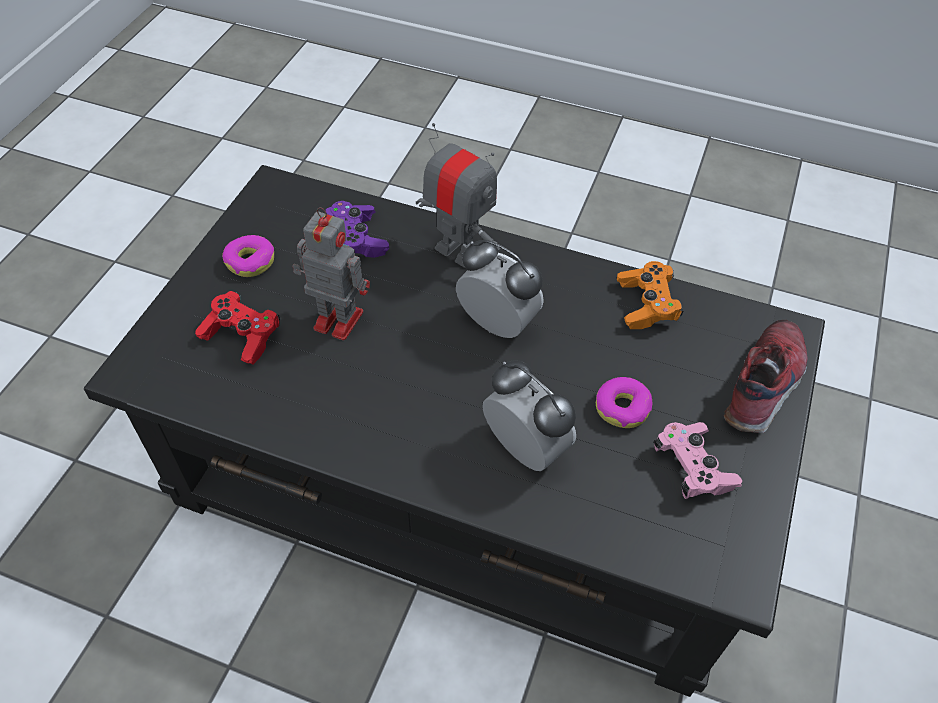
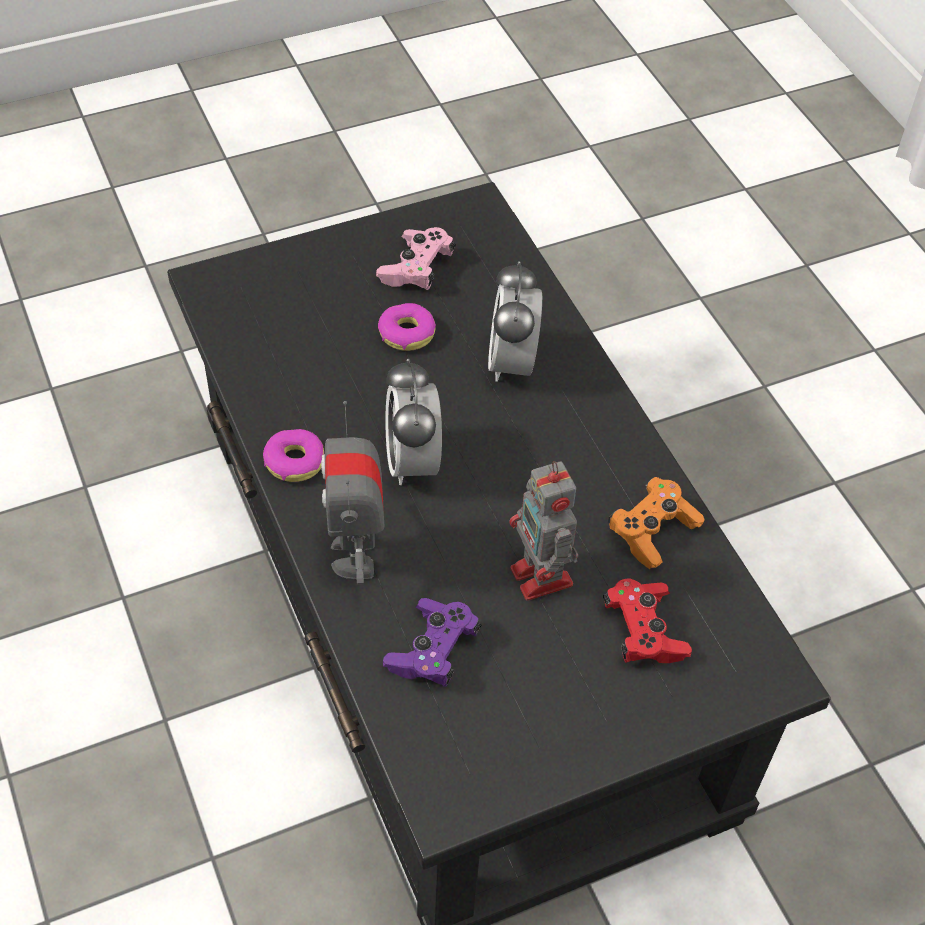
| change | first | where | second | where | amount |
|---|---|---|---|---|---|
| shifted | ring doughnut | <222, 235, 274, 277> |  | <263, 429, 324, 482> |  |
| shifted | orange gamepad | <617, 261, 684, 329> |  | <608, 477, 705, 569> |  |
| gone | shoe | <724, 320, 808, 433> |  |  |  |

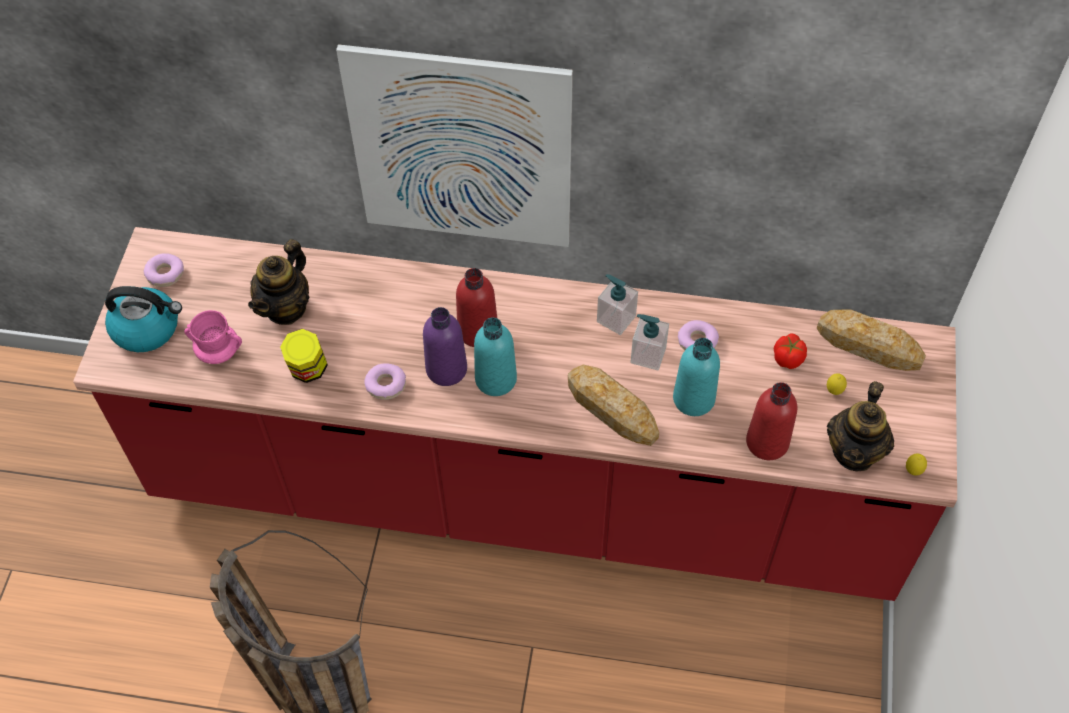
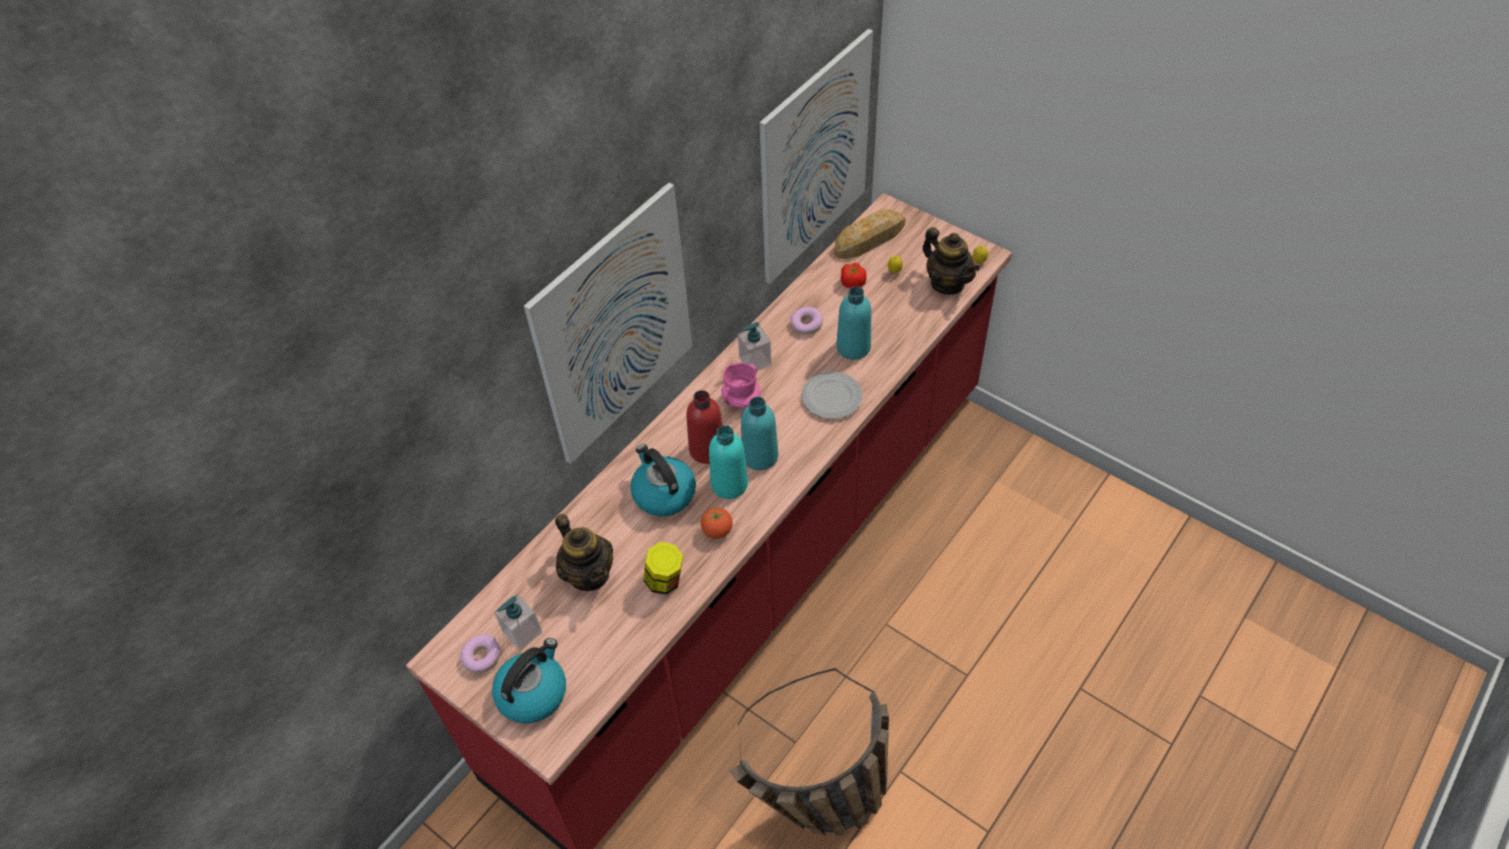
| change | first | where | second | where | amount |
|---|---|---|---|---|---|
| repainted | purple bottle | <423, 307, 467, 386> | turquoise bottle | <709, 425, 748, 499> |  |
| shifted | pinkish tea mug | <184, 310, 242, 364> |  | <721, 363, 761, 408> |  |
| shifted | soap bottle | <630, 314, 669, 370> |  | <494, 594, 542, 650> |  |
| swapped | ring doughnut | <364, 363, 406, 400> | tomato | <701, 508, 733, 539> |  |
| swapped | bread | <568, 365, 659, 446> | plate | <802, 372, 862, 419> |  |
| gone | red bottle | <746, 382, 797, 460> |  |  |  |
| new |  |  | wall art | <760, 29, 873, 284> |  |
| new |  |  | water kettle | <630, 444, 696, 516> |  |

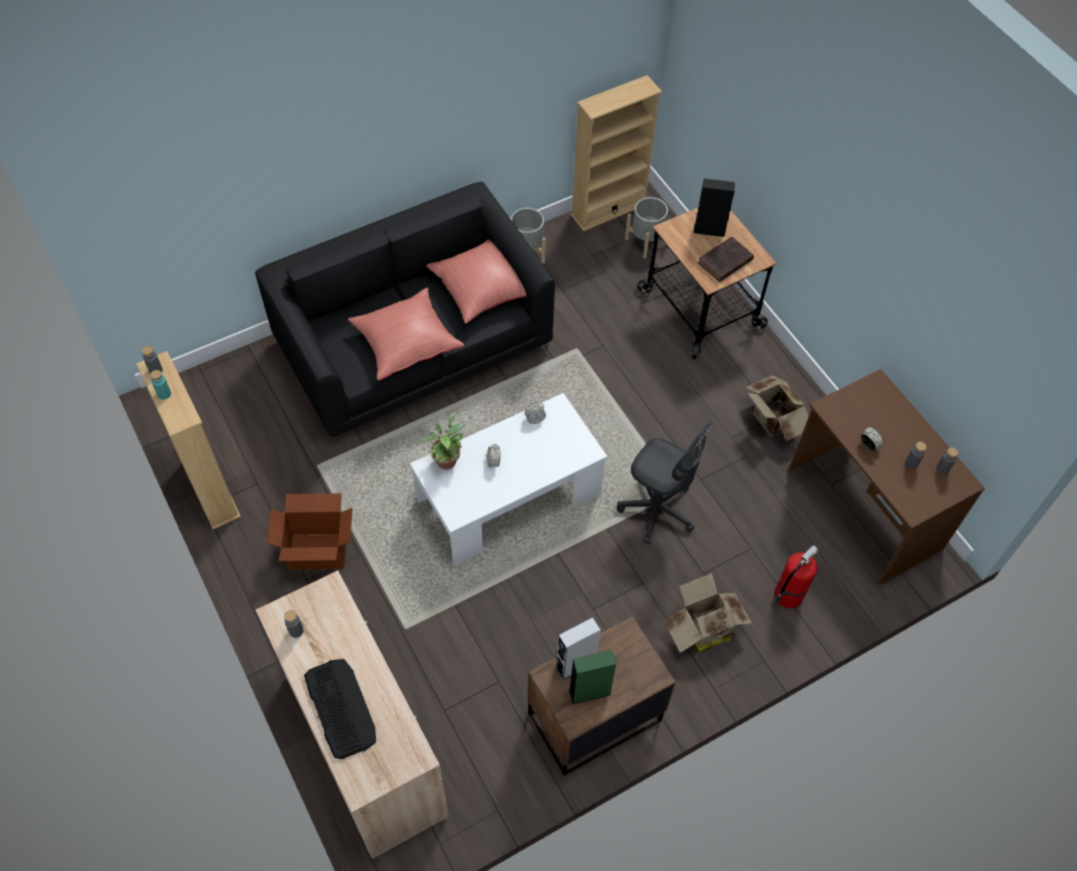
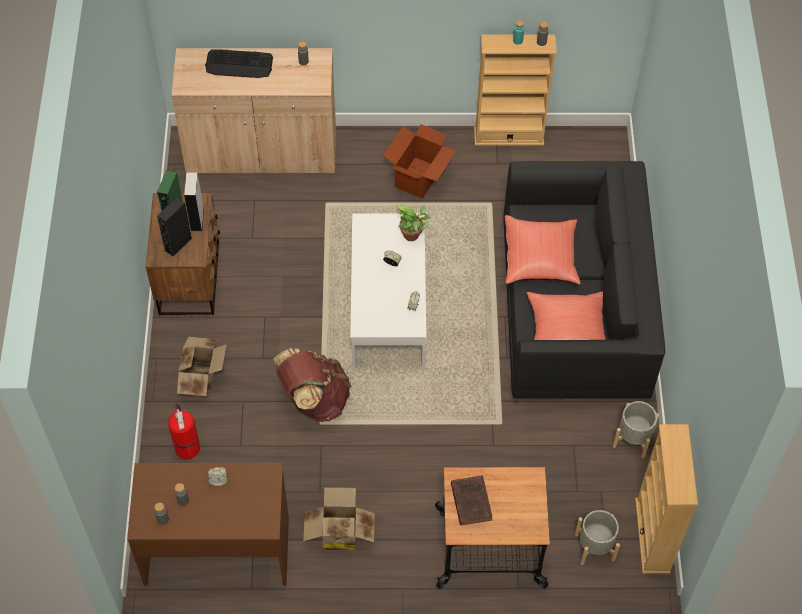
| change | first | where | second | where | amount |
|---|---|---|---|---|---|
| shifted | black loudspeaker | <694, 179, 735, 237> |  | <157, 197, 192, 257> |  |
| swapped | greyish office chair | <617, 423, 713, 544> | brown-coloured backpack | <273, 348, 351, 422> |  |

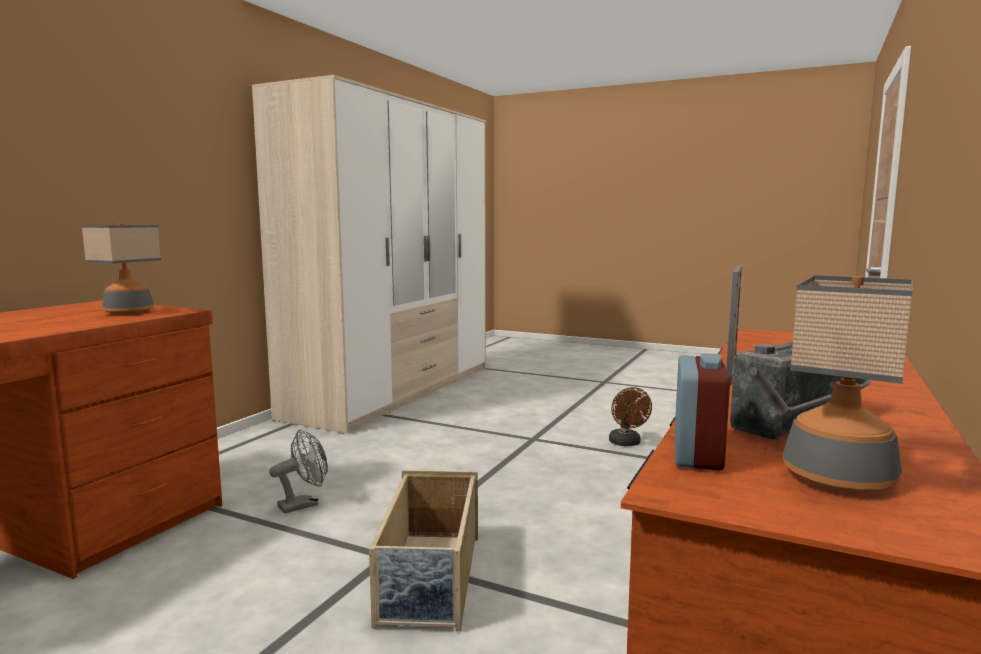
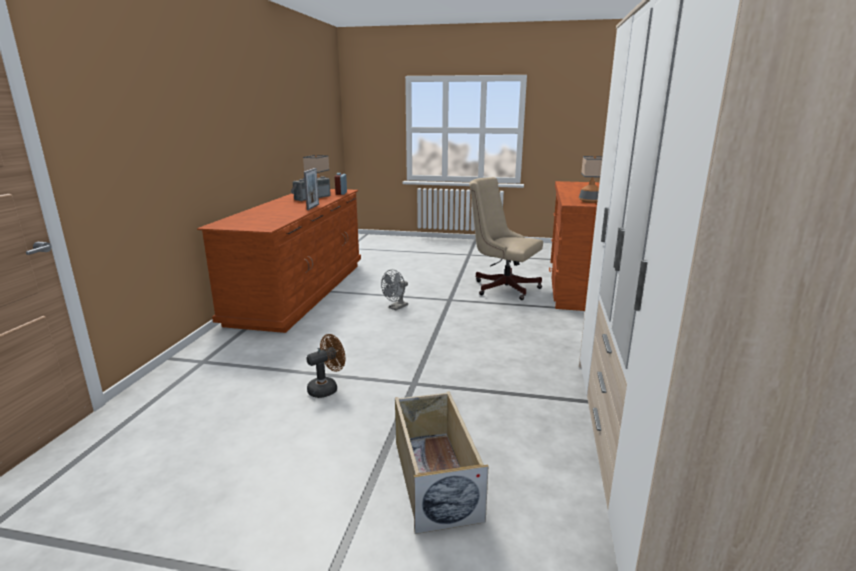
| change | first | where | second | where | amount |
|---|---|---|---|---|---|
| rotated | brown-coloured electric fan | <609, 387, 652, 446> |  | <306, 334, 345, 398> | 75 degrees clockwise |
| shifted | greyish electric fan | <269, 430, 328, 514> |  | <381, 270, 408, 310> |  |
| shifted | beige storage bin | <369, 470, 478, 632> |  | <395, 391, 488, 534> |  |
| new |  |  | beige office chair | <469, 177, 543, 300> |  |

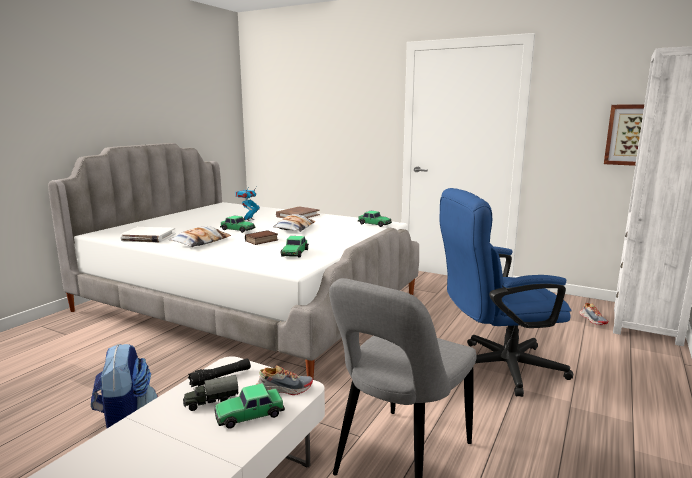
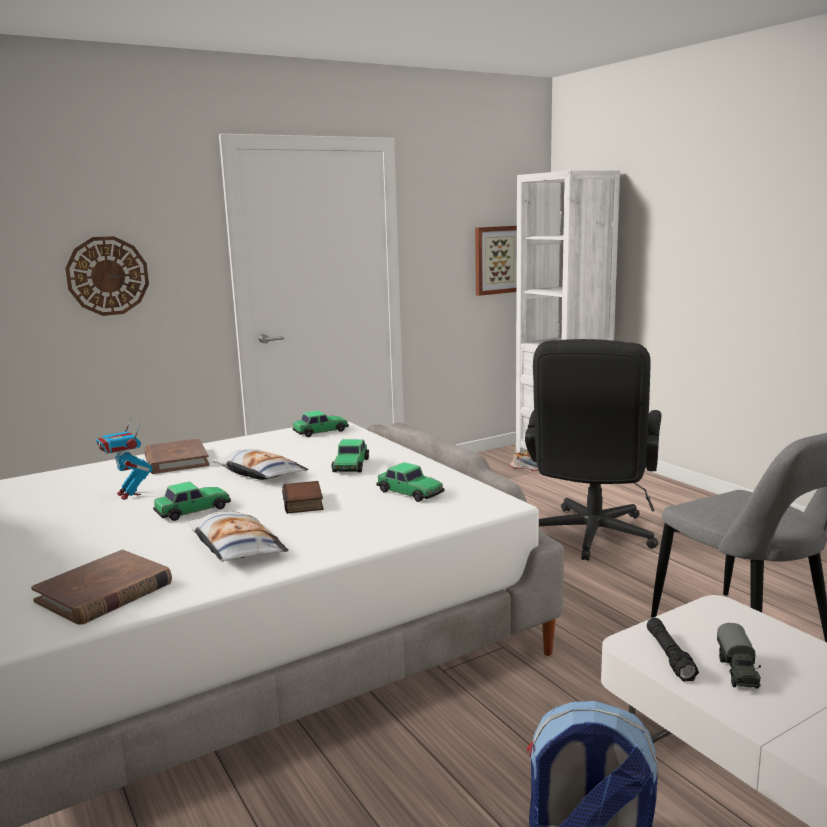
| change | first | where | second | where | amount |
|---|---|---|---|---|---|
| repainted | bluish office chair | <440, 188, 573, 397> | black office chair | <525, 339, 662, 561> |  |
| repainted | white-coloured bound book | <120, 227, 176, 243> | brown-coloured bound book | <31, 550, 172, 625> |  |
| gone | shoe | <256, 365, 313, 395> |  |  |  |
| shifted | toy car | <214, 383, 285, 429> |  | <331, 439, 369, 473> |  |
| new |  |  | clock on the wall | <65, 236, 149, 316> |  |

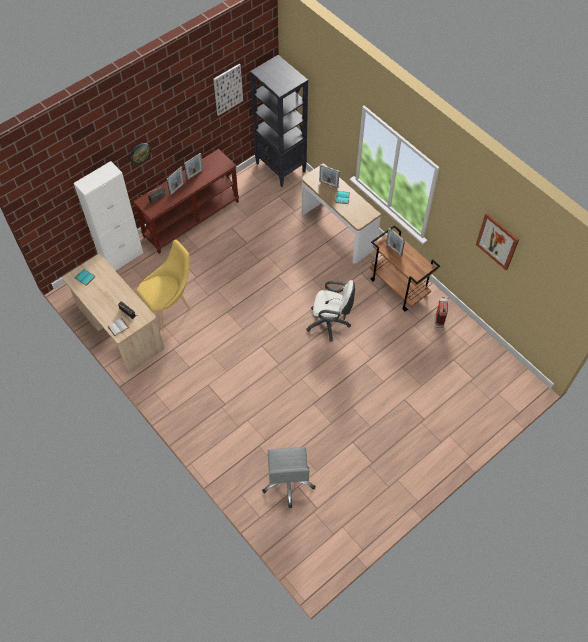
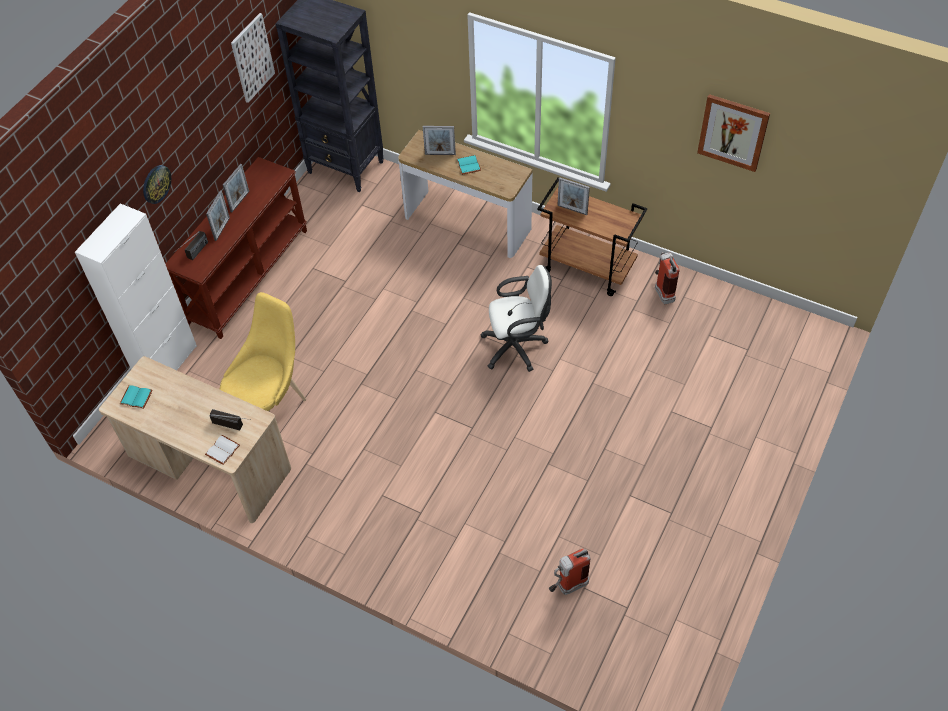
| change | first | where | second | where | amount |
|---|---|---|---|---|---|
| swapped | greyish office chair | <262, 447, 315, 508> | fire extinguisher | <549, 549, 590, 595> |  |

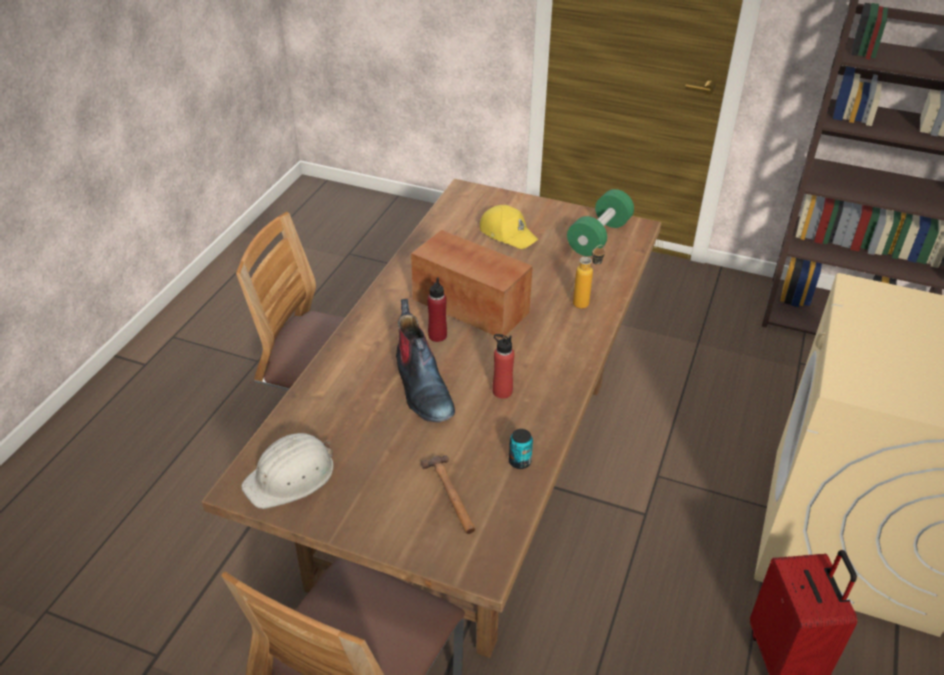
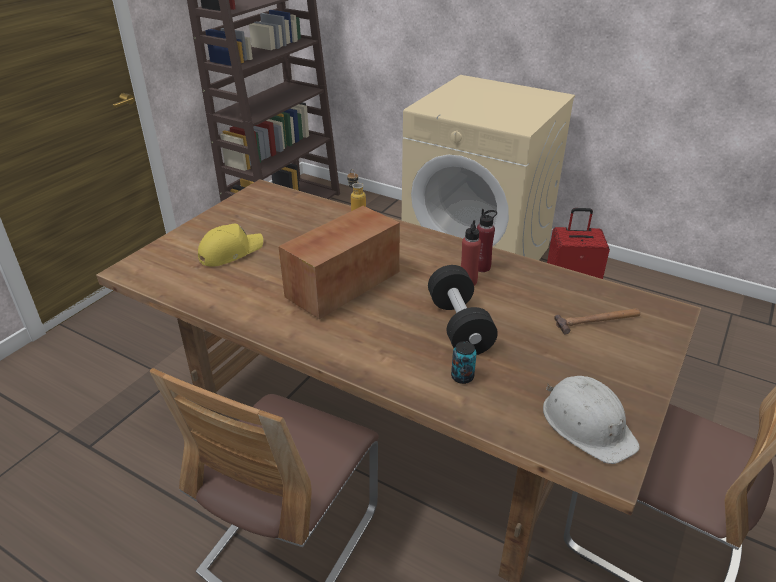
| change | first | where | second | where | amount |
|---|---|---|---|---|---|
| gone | green free weight | <567, 189, 634, 256> |  |  |  |
| shifted | red bottle | <427, 277, 447, 342> |  | <477, 209, 497, 272> |  |
| swapped | tall boot | <396, 299, 455, 422> | black free weight | <428, 265, 498, 355> |  |
| shifted | can | <509, 429, 533, 469> |  | <451, 341, 477, 384> |  |

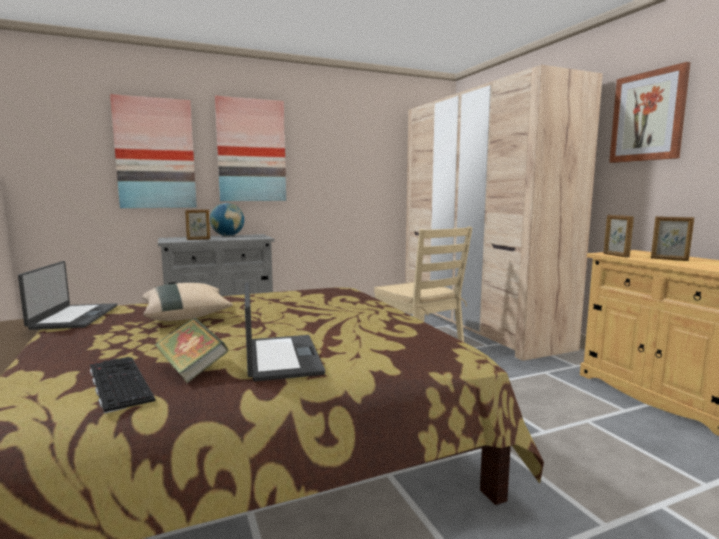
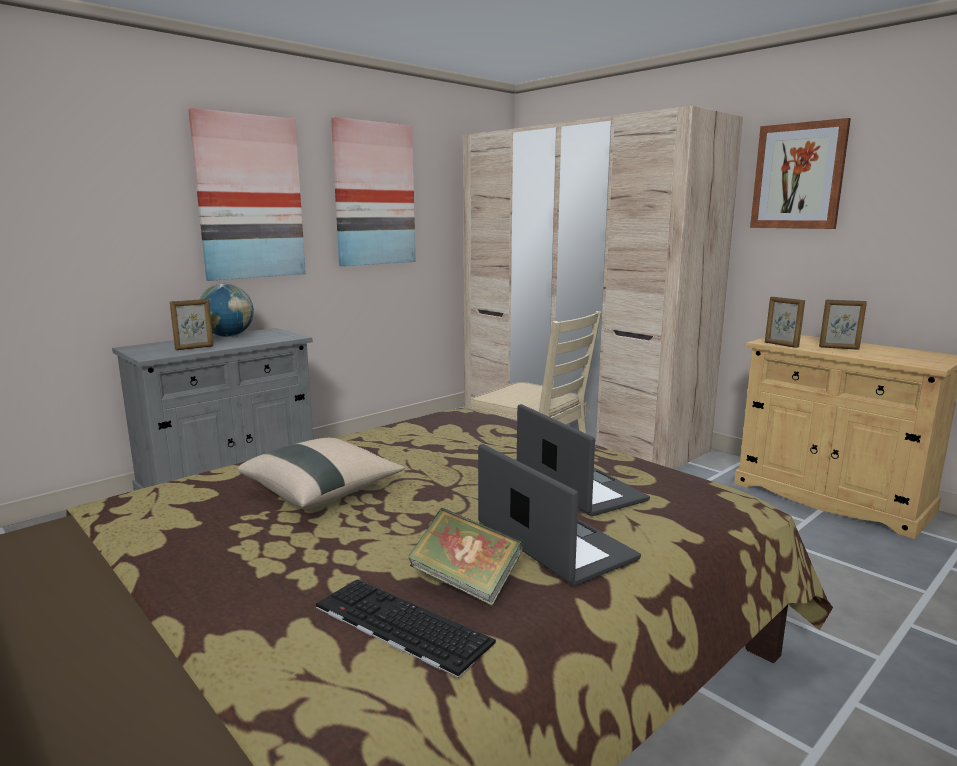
| change | first | where | second | where | amount |
|---|---|---|---|---|---|
| shifted | wall art | <110, 94, 197, 208> |  | <331, 117, 416, 266> |  |
| shifted | notebook computer | <18, 261, 117, 330> |  | <517, 404, 650, 516> |  |

